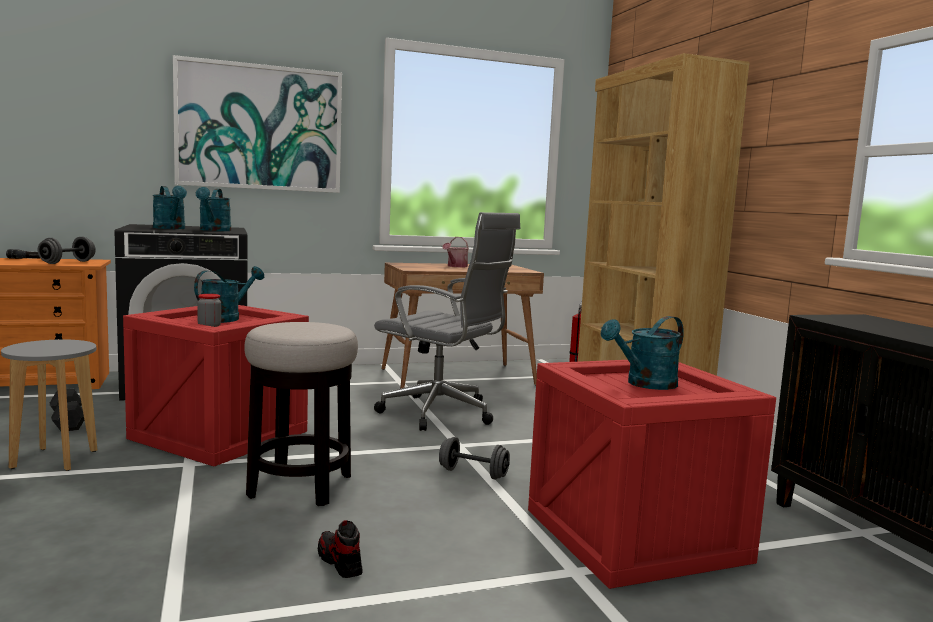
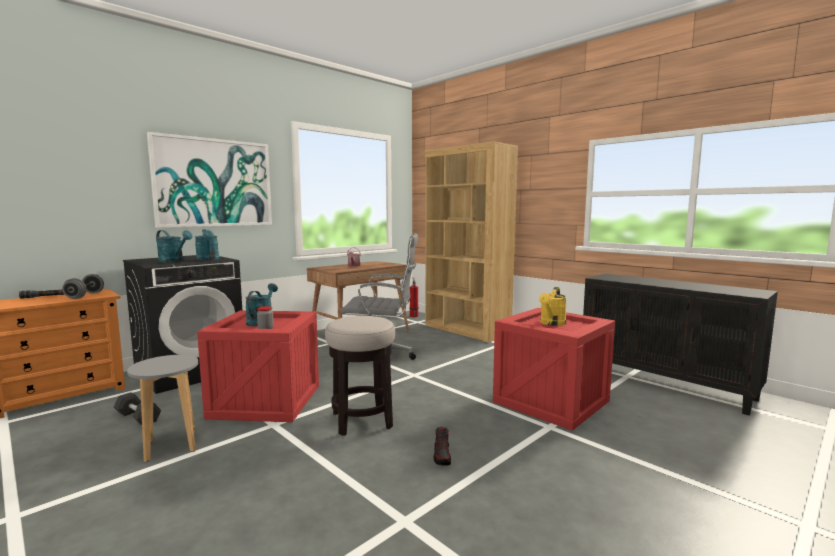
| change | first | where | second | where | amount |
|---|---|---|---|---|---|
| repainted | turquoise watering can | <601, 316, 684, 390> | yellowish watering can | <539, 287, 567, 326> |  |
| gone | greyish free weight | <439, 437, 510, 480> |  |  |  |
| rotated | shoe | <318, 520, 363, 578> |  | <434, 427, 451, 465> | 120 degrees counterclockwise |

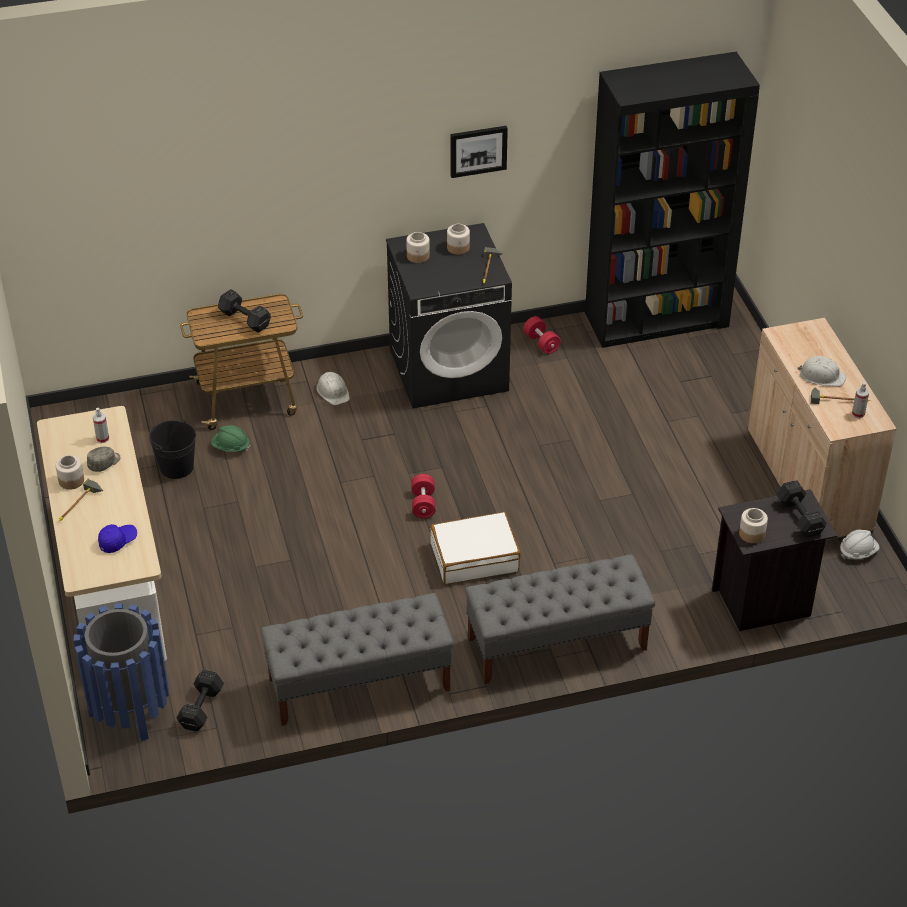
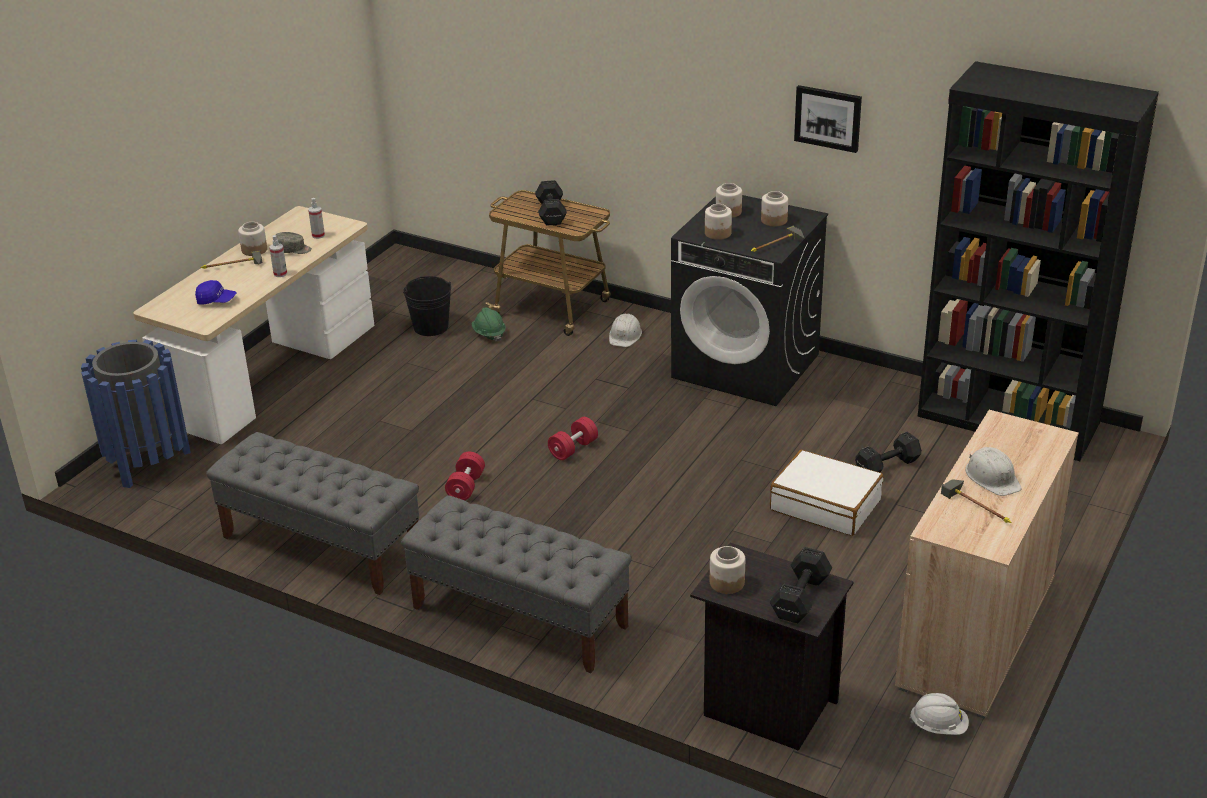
| change | first | where | second | where | amount |
|---|---|---|---|---|---|
| shifted | red free weight | <523, 316, 561, 354> |  | <445, 452, 485, 500> |  |
| shifted | hand sprayer | <852, 382, 869, 418> |  | <269, 235, 287, 277> |  |
| shifted | white-coloured piece of luggage | <430, 512, 520, 584> |  | <770, 450, 883, 536> |  |
| shifted | black free weight | <177, 670, 224, 731> |  | <855, 432, 922, 472> |  |
| new |  |  | jar | <705, 204, 732, 240> |  |

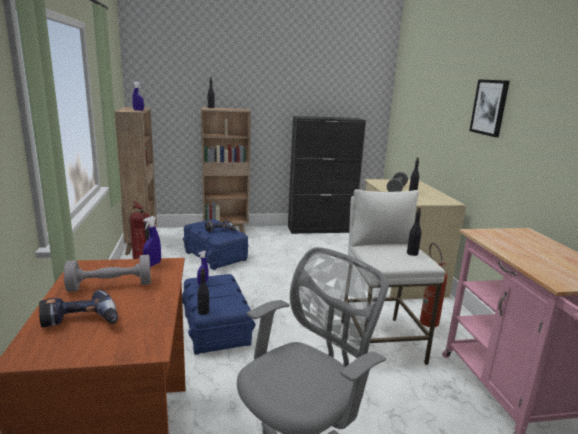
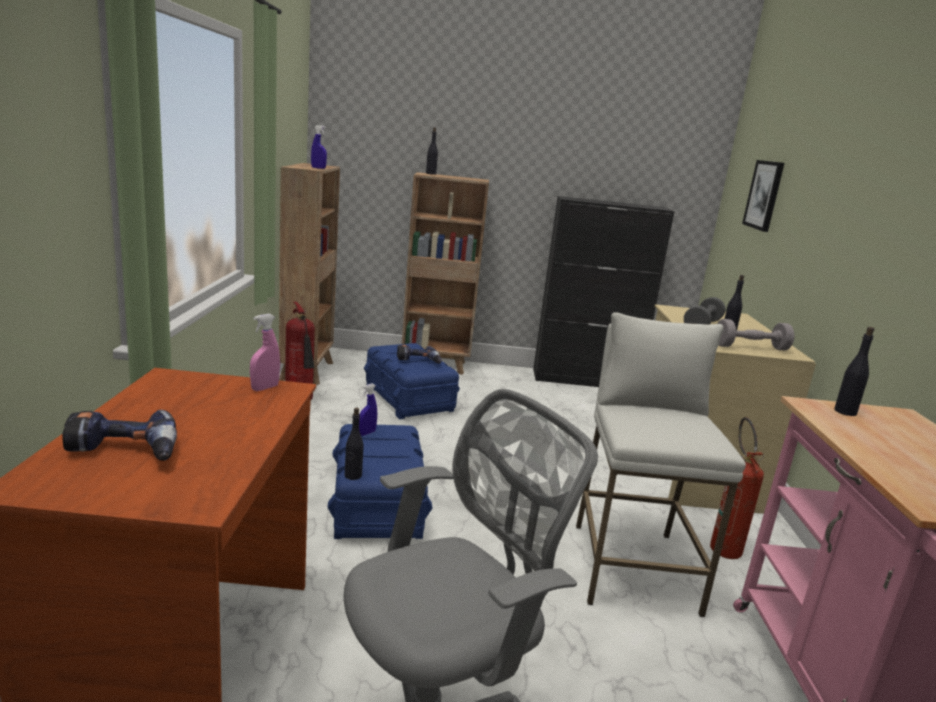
| change | first | where | second | where | amount |
|---|---|---|---|---|---|
| shifted | wall art | <469, 79, 510, 137> |  | <742, 160, 784, 232> |  |
| shifted | black bottle | <407, 207, 421, 256> |  | <834, 327, 874, 416> |  |
| repainted | bluish hand sprayer | <143, 216, 161, 267> | pinkish hand sprayer | <250, 314, 280, 391> |  |
| shifted | greyish free weight | <64, 255, 151, 292> |  | <717, 319, 795, 350> |  |

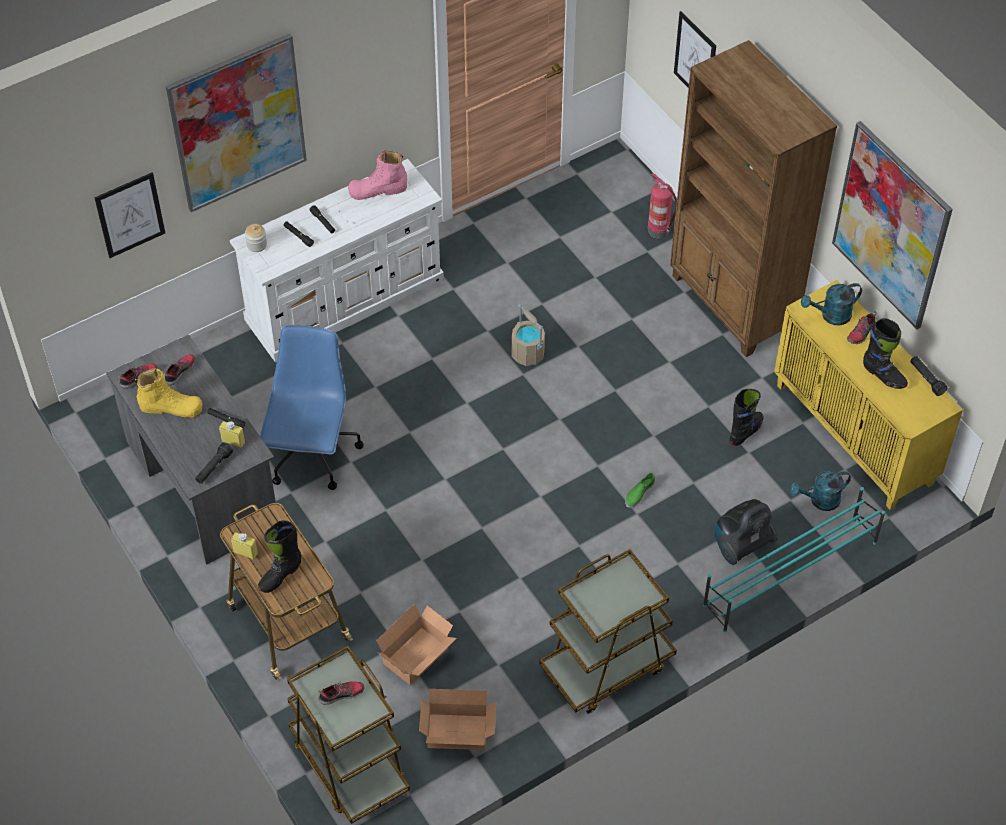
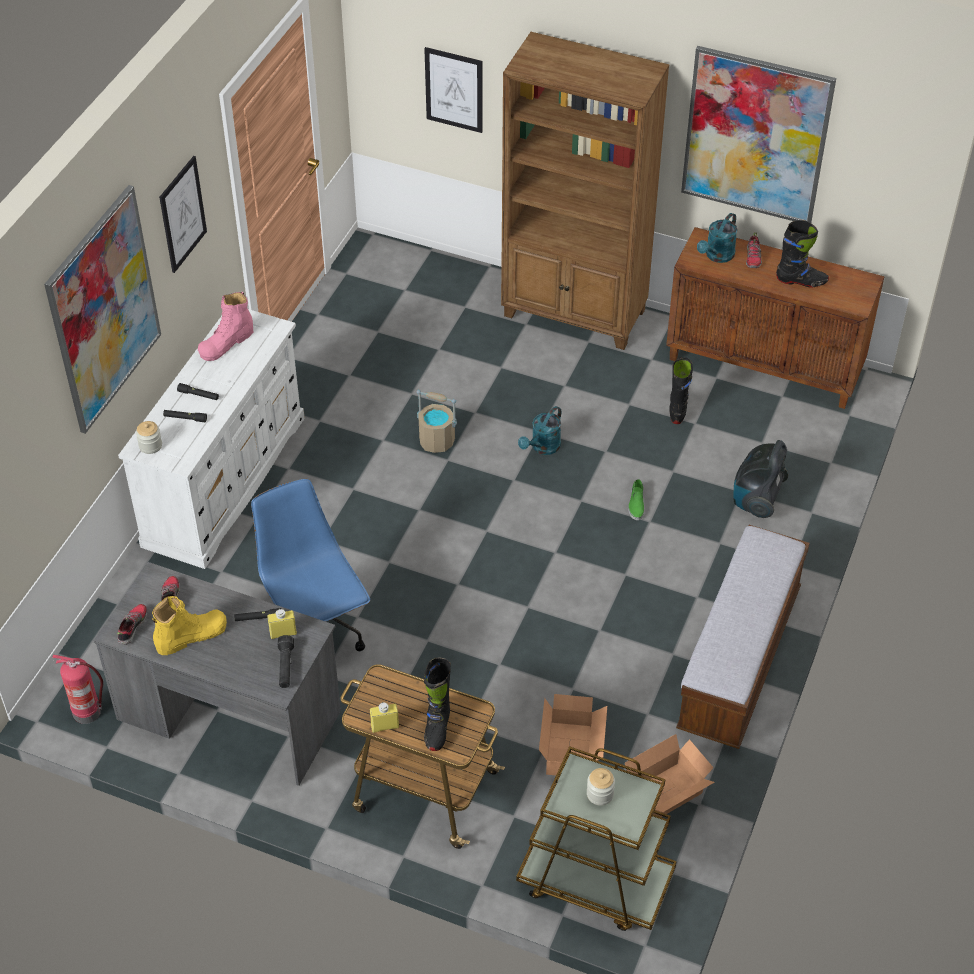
| change | first | where | second | where | amount |
|---|---|---|---|---|---|
| shifted | wall art | <95, 173, 165, 258> |  | <159, 156, 207, 273> |  |
| shifted | fire extinguisher | <648, 173, 677, 238> |  | <52, 655, 103, 724> |  |
| repainted | yellowish cupboard | <774, 280, 963, 510> | brown-coloured cupboard | <666, 227, 884, 409> |  |
| gone | black flashlight | <910, 356, 948, 396> |  |  |  |
| shifted | turquoise watering can | <790, 471, 851, 511> |  | <518, 406, 561, 455> |  |
| gone | turquoise shoe stand | <703, 487, 885, 632> |  |  |  |
| swapped | brown-coloured cart | <539, 549, 677, 714> | long seat | <676, 525, 810, 749> |  |
| swapped | shoe | <318, 681, 364, 705> | jar | <587, 768, 615, 806> |  |

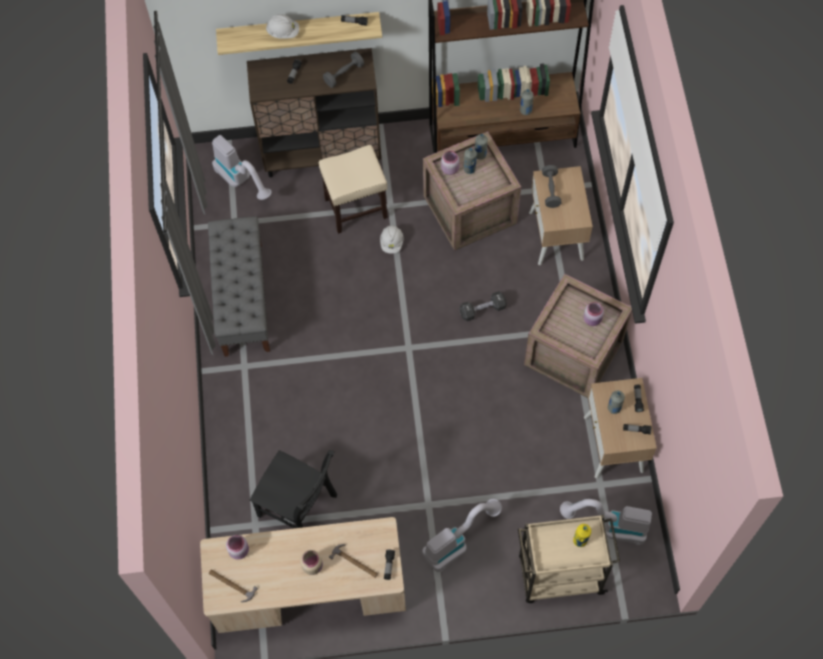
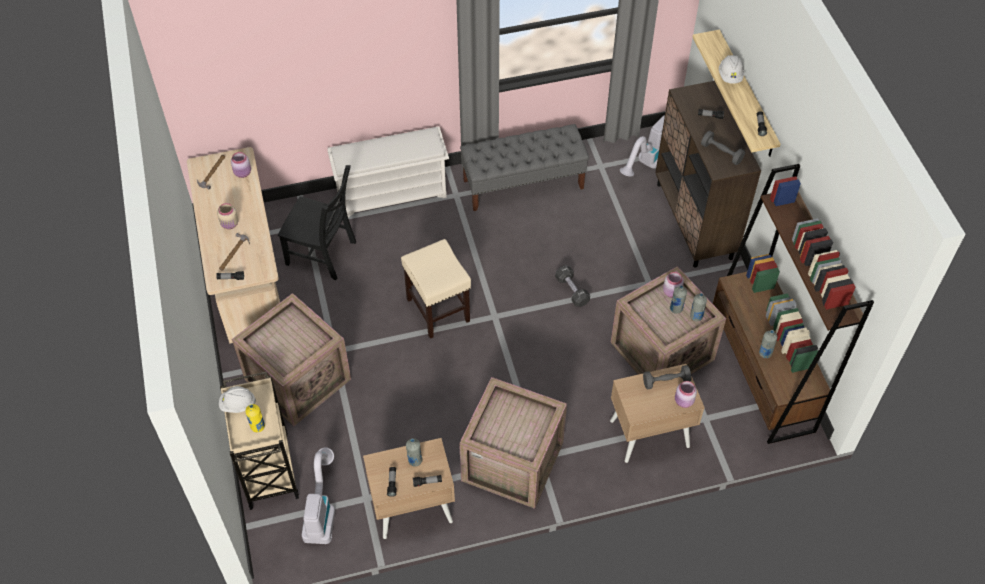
| change | first | where | second | where | amount |
|---|---|---|---|---|---|
| shifted | beige sitting stool | <319, 145, 388, 234> |  | <401, 239, 471, 339> |  |
| shifted | white-coloured safety helmet | <380, 225, 404, 254> |  | <219, 386, 256, 413> |  |
| shifted | black free weight | <459, 291, 507, 321> |  | <555, 265, 590, 307> |  |
| shifted | pinkish jar | <583, 302, 604, 326> |  | <675, 381, 697, 408> |  |
| rotated | black plain chair | <250, 450, 337, 528> |  | <278, 165, 356, 280> | 90 degrees counterclockwise |
| swapped | vacuum cleaner | <422, 499, 502, 572> | crate | <232, 293, 351, 426> |  |
| new |  |  | white-coloured shoe stand | <327, 127, 449, 218> |  |

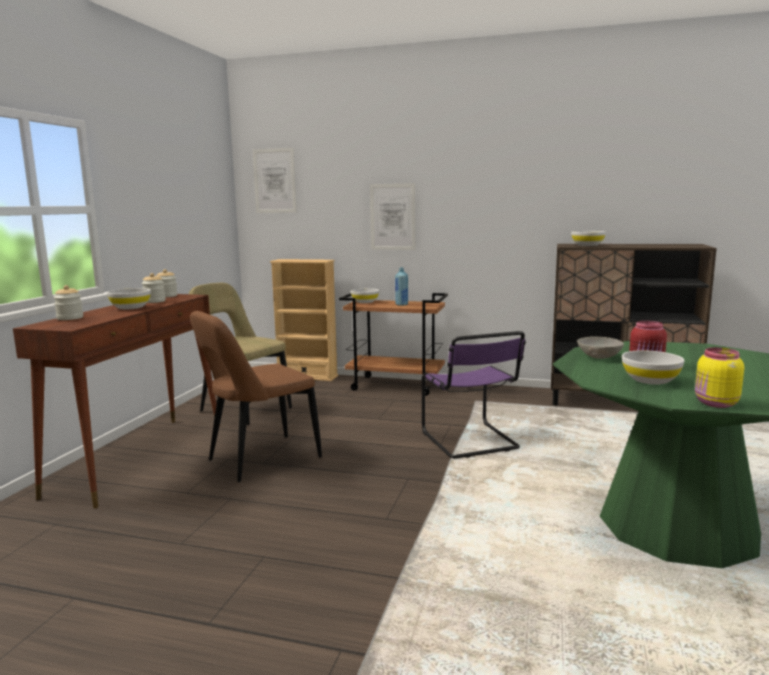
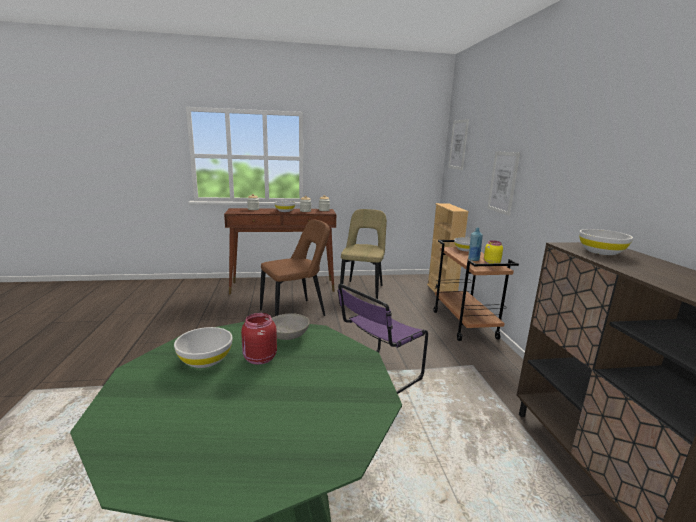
| change | first | where | second | where | amount |
|---|---|---|---|---|---|
| rotated | brown-coloured plain chair | <190, 311, 322, 482> |  | <260, 219, 330, 316> | 120 degrees clockwise |
| shifted | yellowish jar | <695, 347, 744, 408> |  | <484, 240, 503, 264> |  |

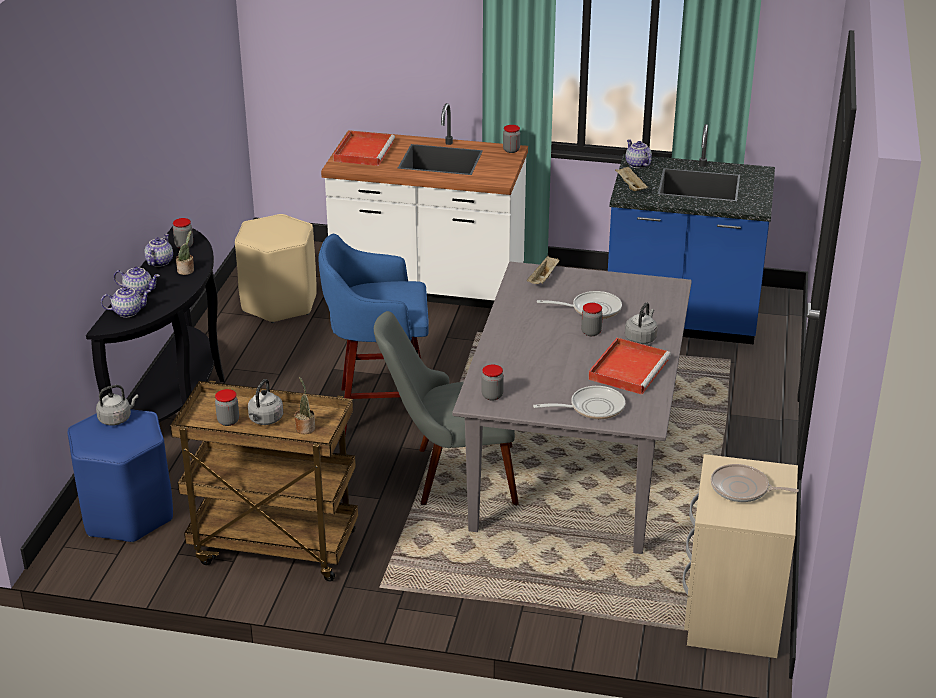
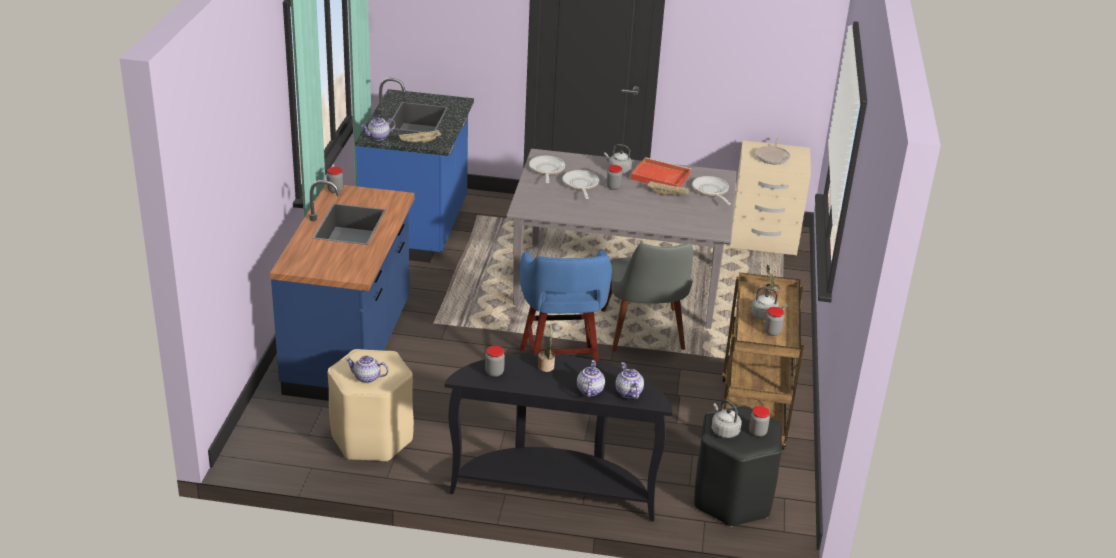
| change | first | where | second | where | amount |
|---|---|---|---|---|---|
| repainted | white-coloured kitchen base unit | <321, 103, 528, 308> | bluish kitchen base unit | <270, 180, 415, 401> |  |
| gone | red serving tray | <333, 131, 395, 166> |  |  |  |
| shifted | pot for tea | <144, 234, 173, 267> |  | <346, 356, 389, 383> |  |
| shifted | beige serving tray | <527, 256, 559, 284> |  | <647, 181, 689, 196> |  |
| shifted | jar | <482, 365, 504, 401> |  | <749, 406, 770, 437> |  |
| repainted | bluish sitting stool | <68, 409, 173, 543> | black sitting stool | <694, 405, 782, 527> |  |
| new |  |  | skillet | <529, 156, 565, 183> |  |

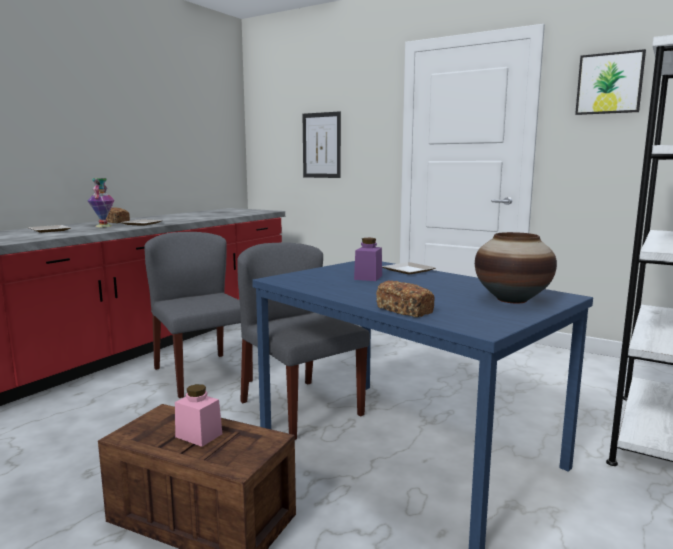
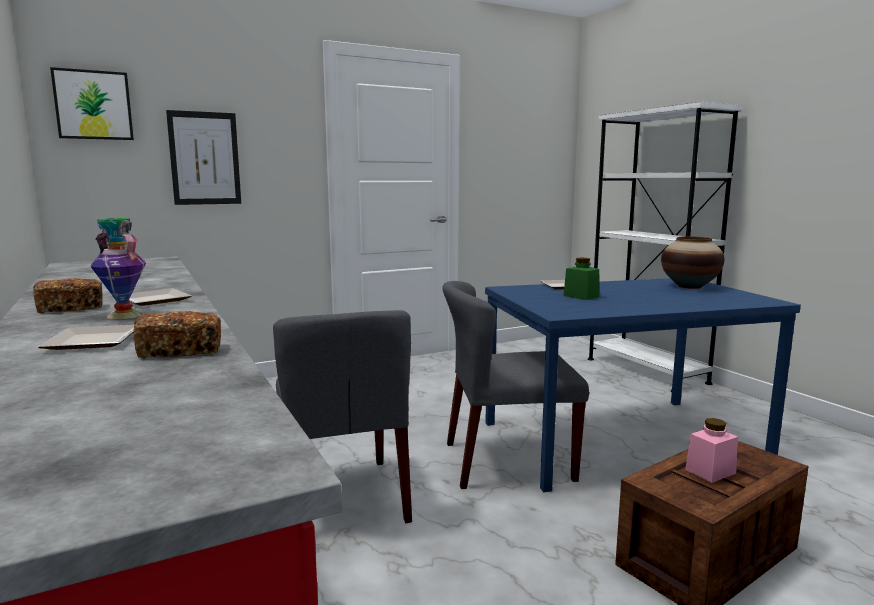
| change | first | where | second | where | amount |
|---|---|---|---|---|---|
| shifted | wall art | <575, 49, 646, 115> |  | <50, 67, 134, 140> |  |
| rotated | greyish plain chair | <144, 232, 253, 398> |  | <273, 310, 412, 523> | 105 degrees counterclockwise |
| repainted | purple jar | <354, 238, 382, 281> | green jar | <564, 258, 599, 300> |  |
| shifted | bread | <376, 280, 435, 317> |  | <133, 311, 221, 358> |  |

